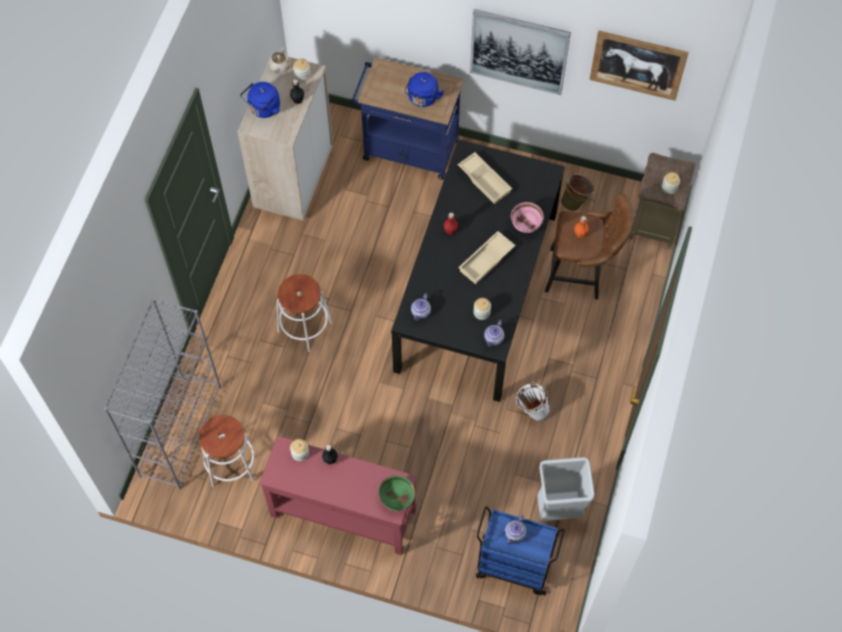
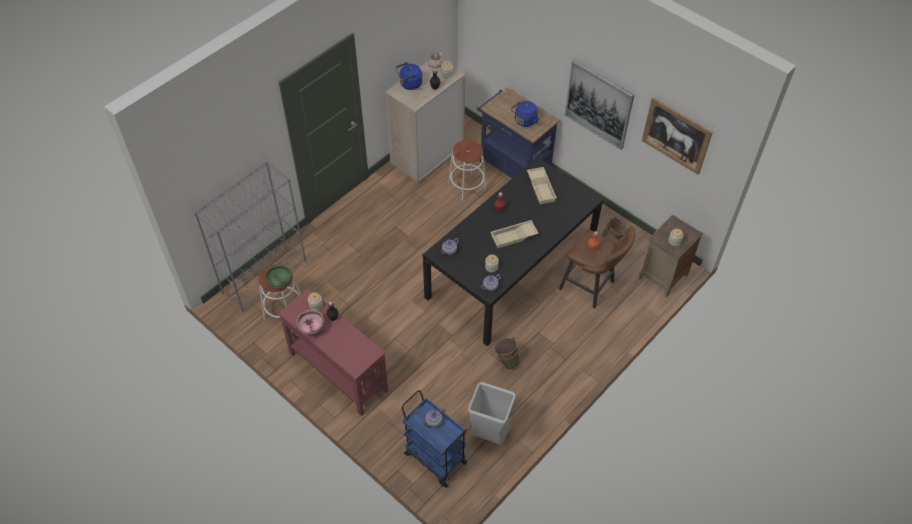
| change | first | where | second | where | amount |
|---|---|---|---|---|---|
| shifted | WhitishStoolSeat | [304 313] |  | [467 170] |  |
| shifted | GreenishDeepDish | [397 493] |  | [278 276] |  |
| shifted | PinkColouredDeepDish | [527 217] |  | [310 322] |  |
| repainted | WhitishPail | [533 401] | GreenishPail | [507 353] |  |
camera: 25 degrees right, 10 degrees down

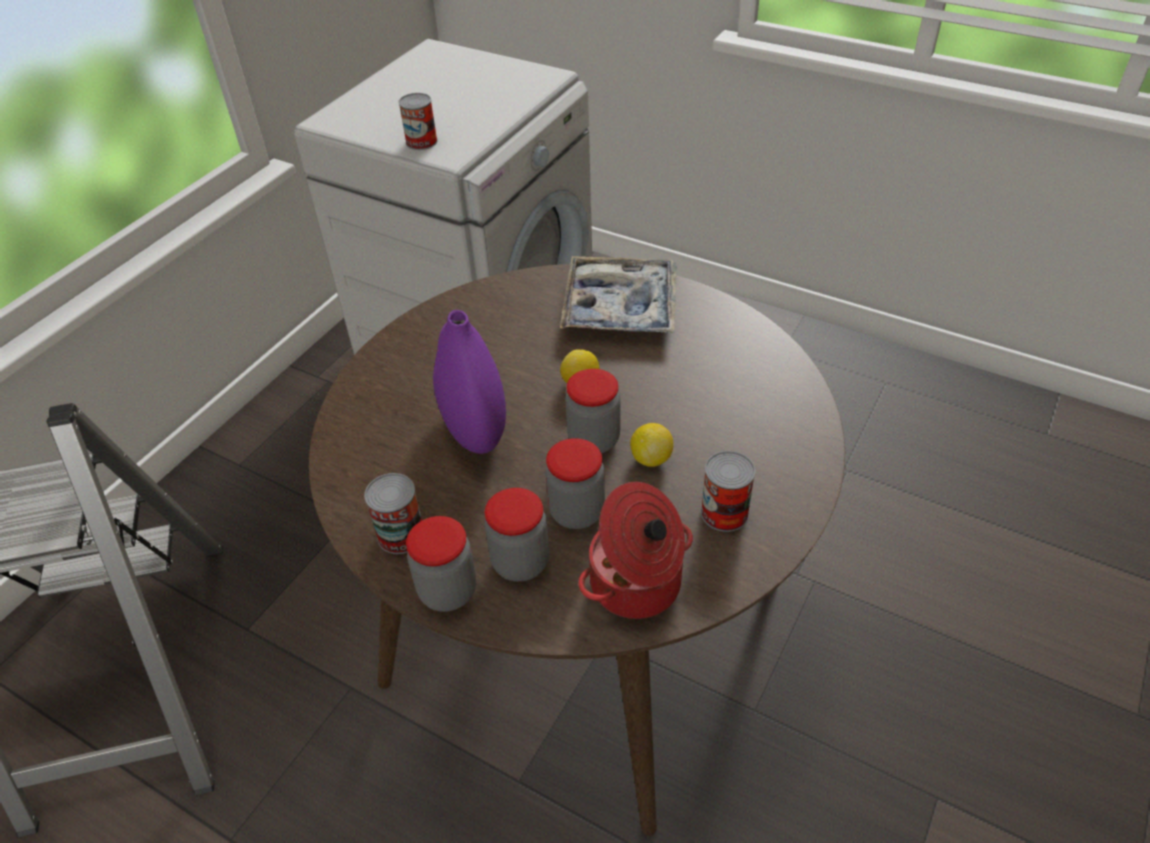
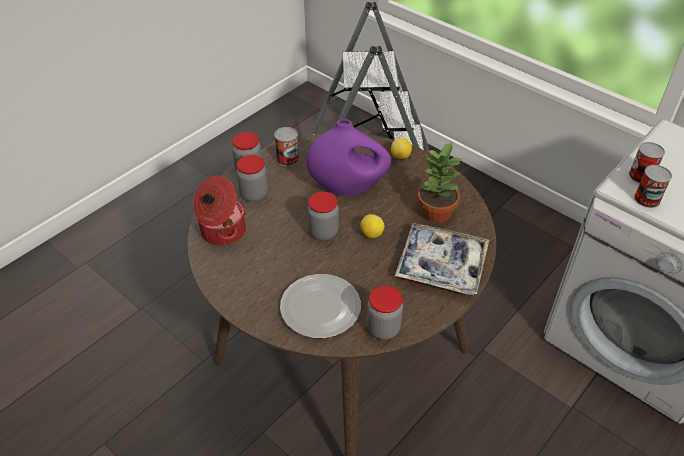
| change | first | where | second | where | amount |
|---|---|---|---|---|---|
| shifted | StorageJar | [575 483] |  | [385 313] |  |
| shifted | CitrusFruit | [651 445] |  | [401 148] |  |
| shifted | MetalCan | [728 491] |  | [653 186] |  |
| new |  |  | FlatDish | [320 306] |  |
| new |  |  | PottedPlant | [439 182] |  |
camera: 100 degrees right, 0 degrees up

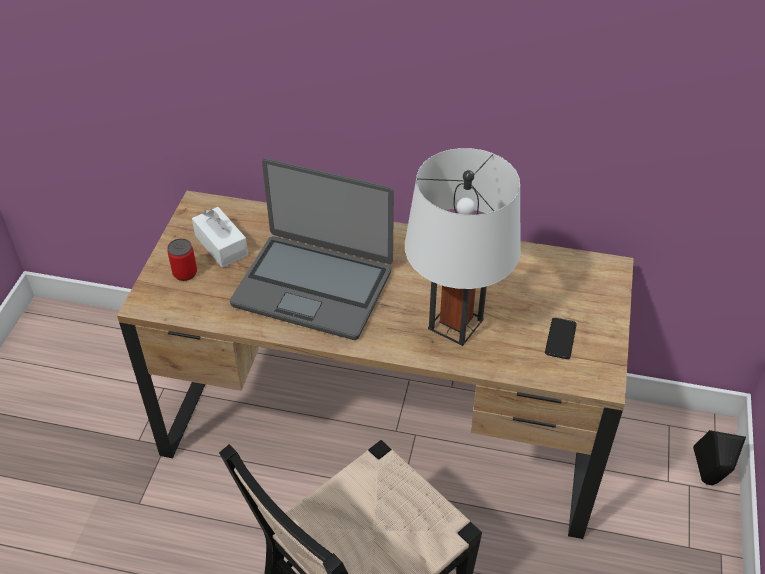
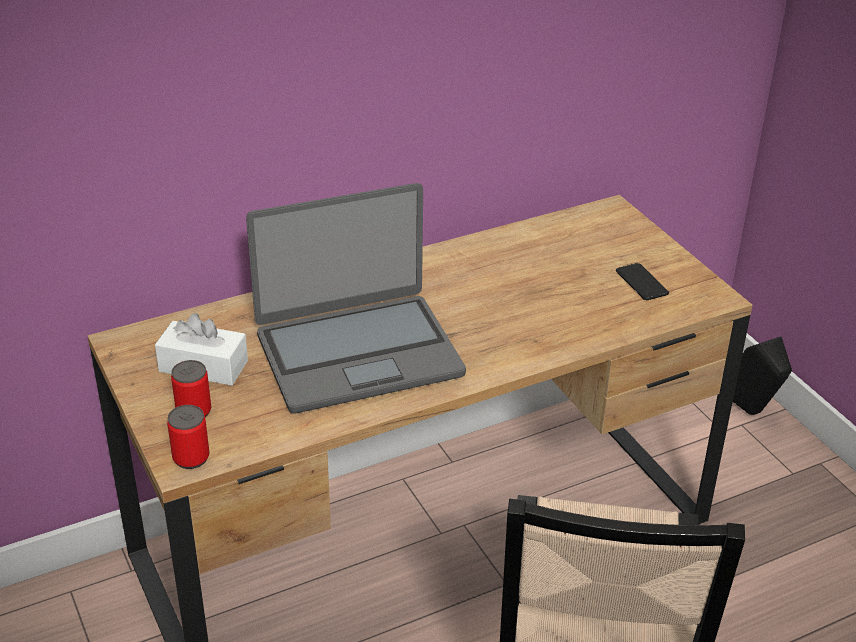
| change | first | where | second | where | amount |
|---|---|---|---|---|---|
| gone | WhitishLampForATable | [463 247] |  |  |  |
| new |  |  | MetalCan | [188 437] |  |
camera: 40 degrees left, 10 degrees down

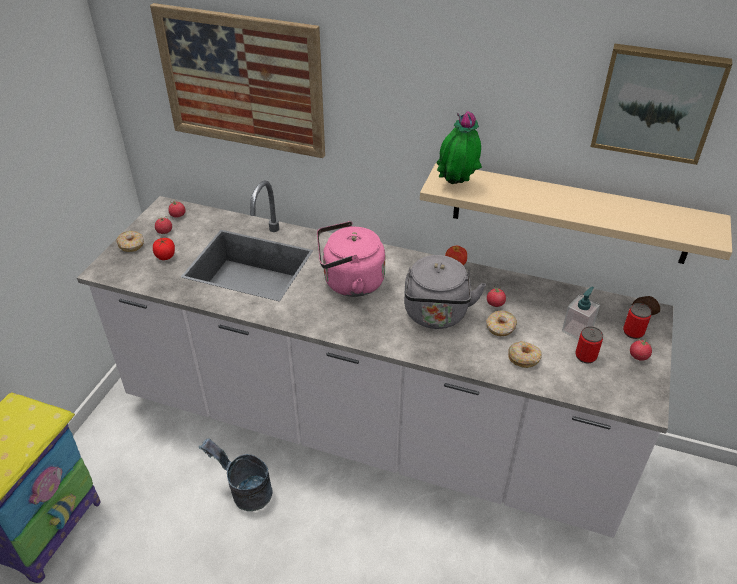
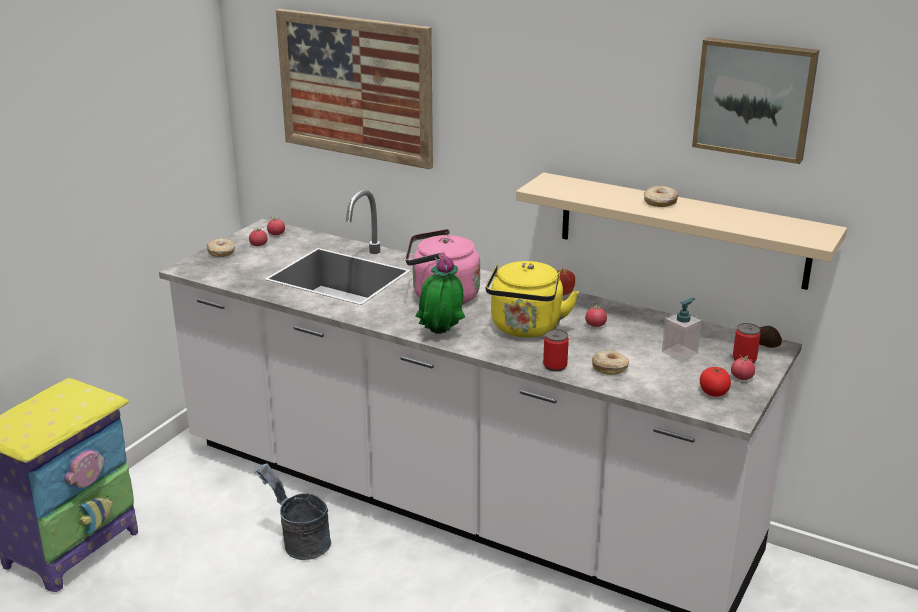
| change | first | where | second | where | amount |
|---|---|---|---|---|---|
| shifted | Tomato | [164 249] |  | [715 382] |  |
| repainted | GreyKettle | [445 292] | YellowKettle | [532 299] |  |
| shifted | PottedPlant | [459 147] |  | [440 295] |  |
| shifted | RingDoughnut | [501 323] |  | [661 196] |  |
| shifted | MetalCan | [589 344] |  | [556 350] |  |
camera: 10 degrees right, 15 degrees down

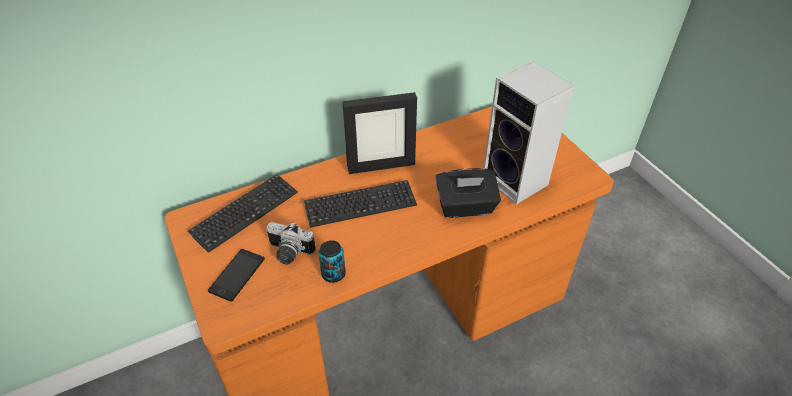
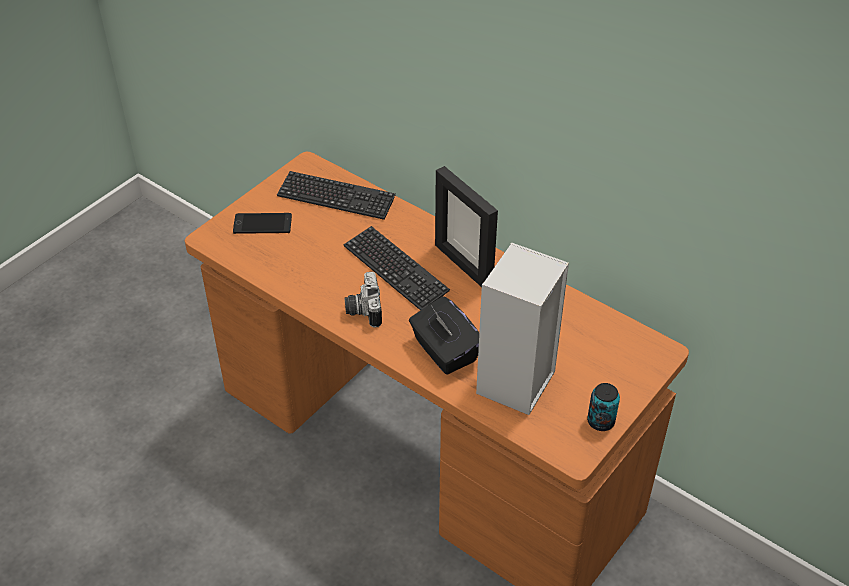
| change | first | where | second | where | amount |
|---|---|---|---|---|---|
| shifted | StillCamera | [290 243] |  | [363 300] |  |
| shifted | MetalCan | [332 261] |  | [603 407] |  |
camera: 65 degrees right, 0 degrees up

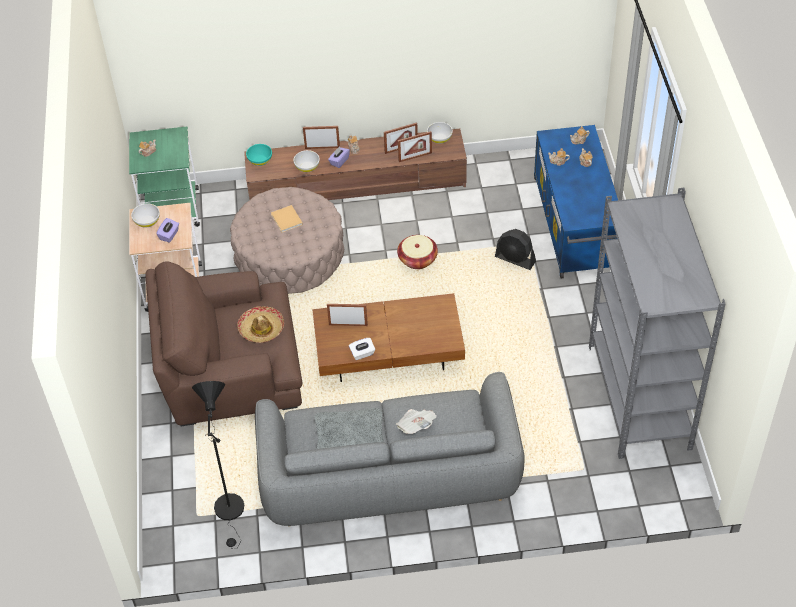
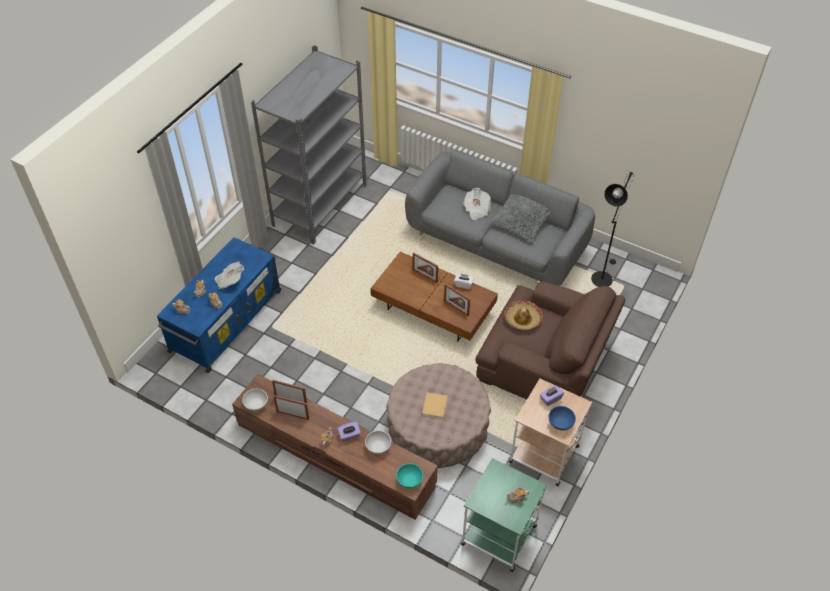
| change | first | where | second | where | amount |
|---|---|---|---|---|---|
| repainted | WhitishDeepDish | [145 215] | BlueColouredDeepDish | [562 418] |  |
| shifted | StandingFrame | [321 137] |  | [425 267] |  |
| gone | StorageBasket | [417 252] |  |  |  |
| gone | BlackElectricFan | [515 249] |  |  |  |
| new |  |  | Newspaper | [229 275] |  |
camera: 145 degrees left, 0 degrees up

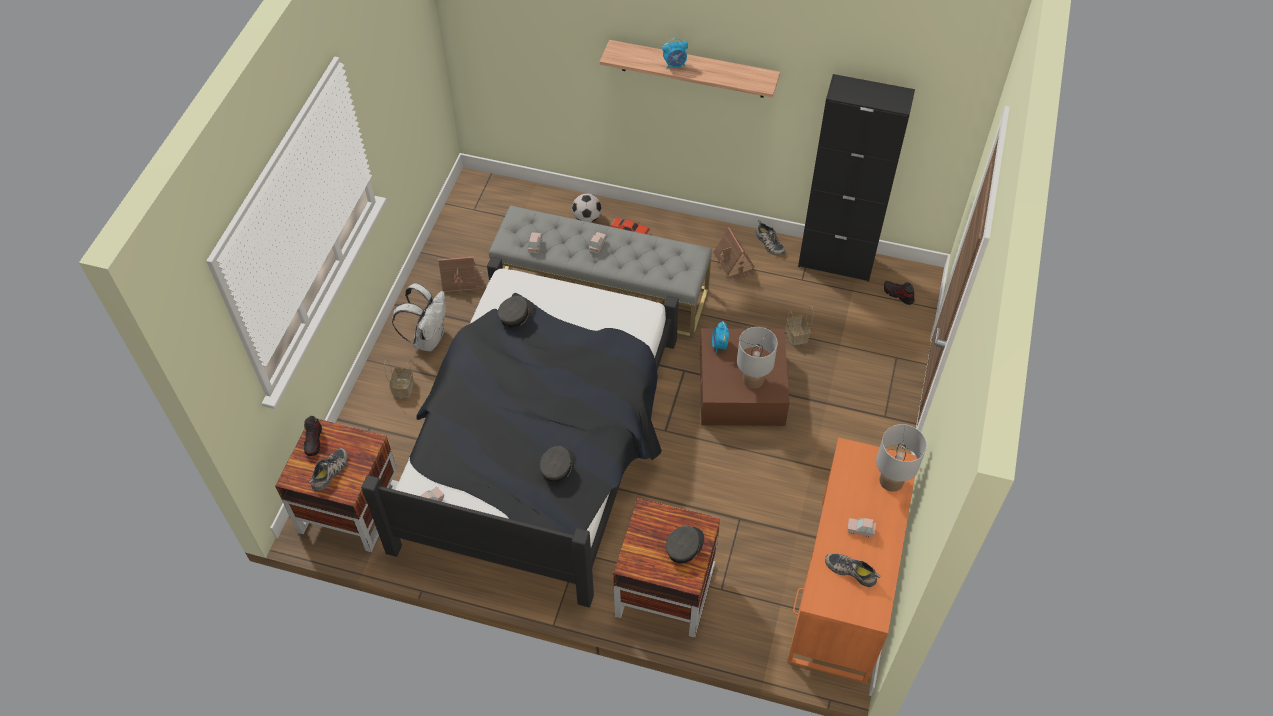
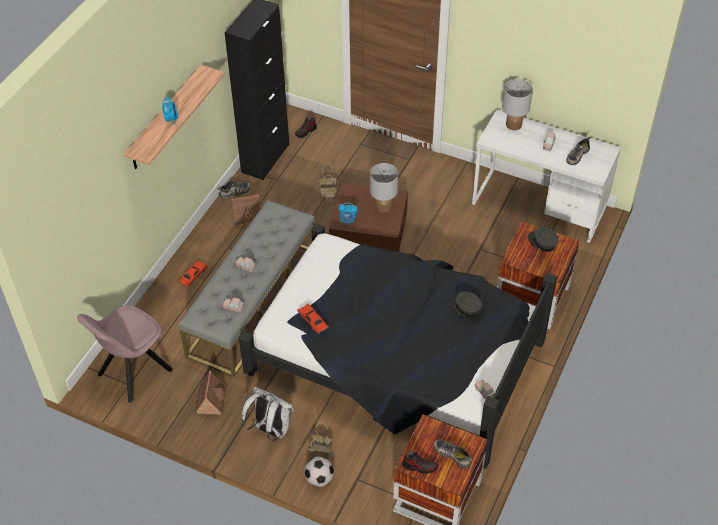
| change | first | where | second | where | amount |
|---|---|---|---|---|---|
| swapped | GreyPeakedCap | [516 312] | ReddishToyCar | [313 319] |  |
| shifted | Football | [587 208] |  | [319 472] |  |
| repainted | OrangeColouredDesk | [852 560] | WhitishDesk | [546 176] |  |
| new |  |  | PinkColouredChair | [124 354] |  |
camera: 80 degrees left, 5 degrees down

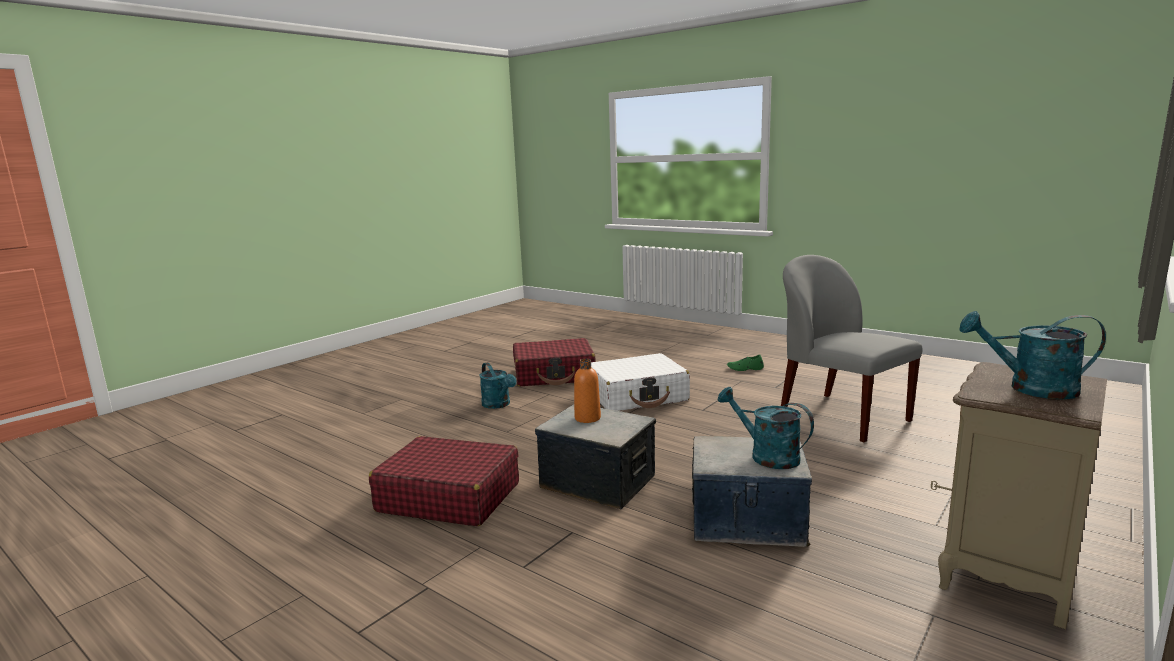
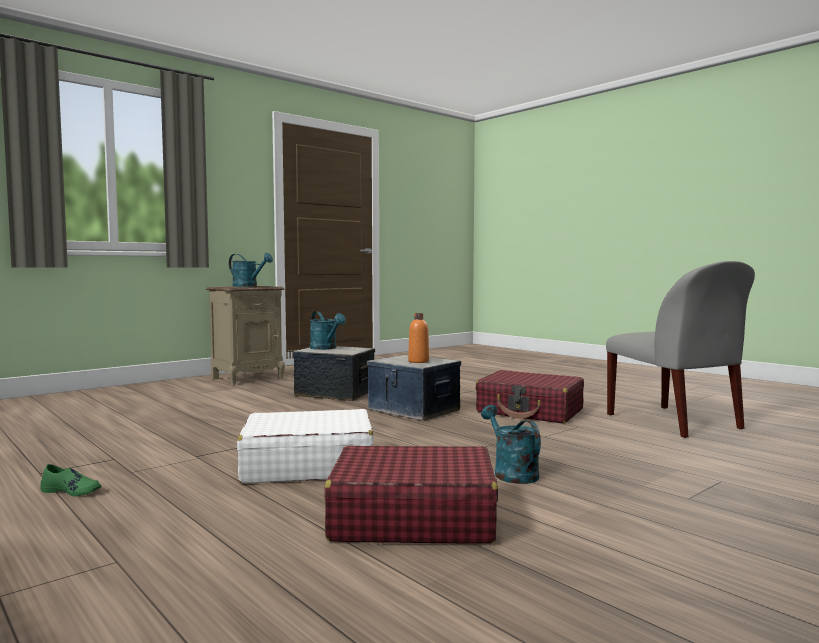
| change | first | where | second | where | amount |
|---|---|---|---|---|---|
| shifted | GreyChair | [852 348] |  | [680 349] |  |
camera: 170 degrees left, 10 degrees down

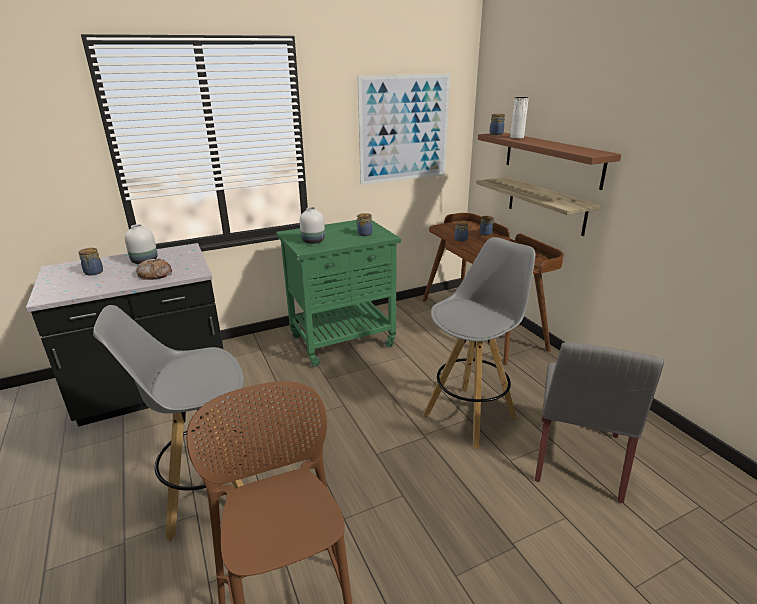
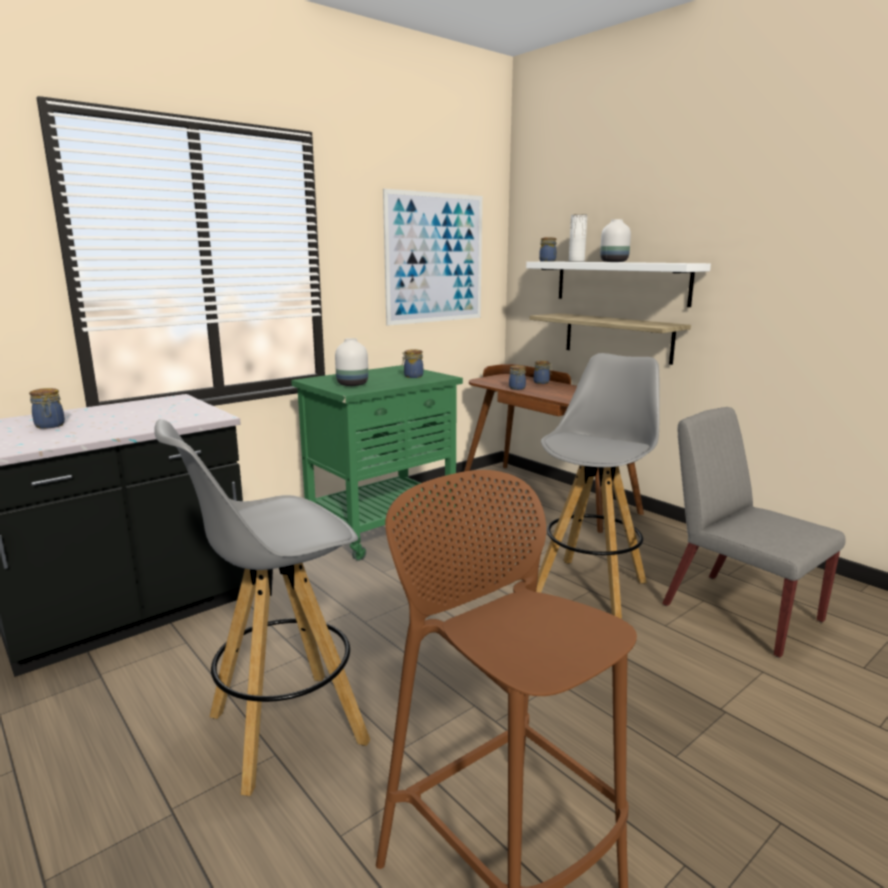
| change | first | where | second | where | amount |
|---|---|---|---|---|---|
| shifted | WhitishFlowerVase | [141 244] |  | [615 240] |  |
| gone | BakeryBread | [154 269] |  |  |  |
| repainted | BrownShelf | [549 161] | WhitishShelf | [618 284] |  |
| rotated | GreyChair | [599 422] |  | [754 532] | 135 degrees clockwise |
camera: 15 degrees left, 10 degrees down

